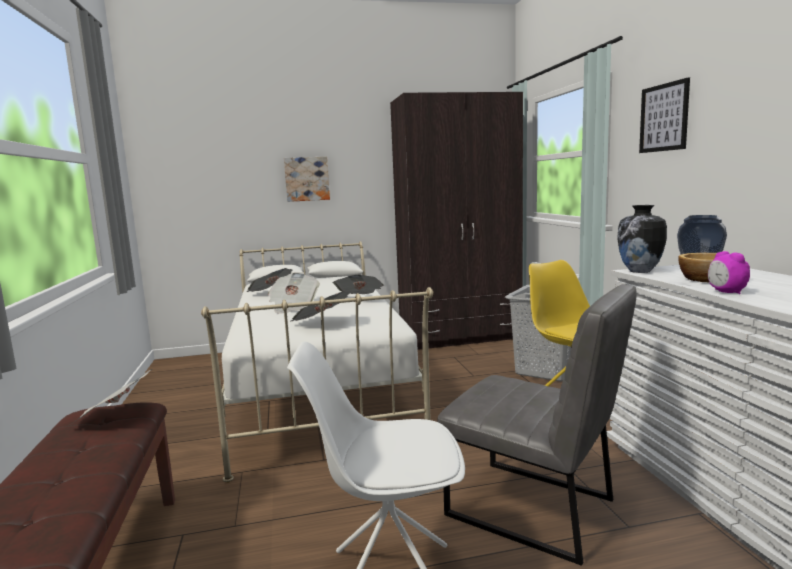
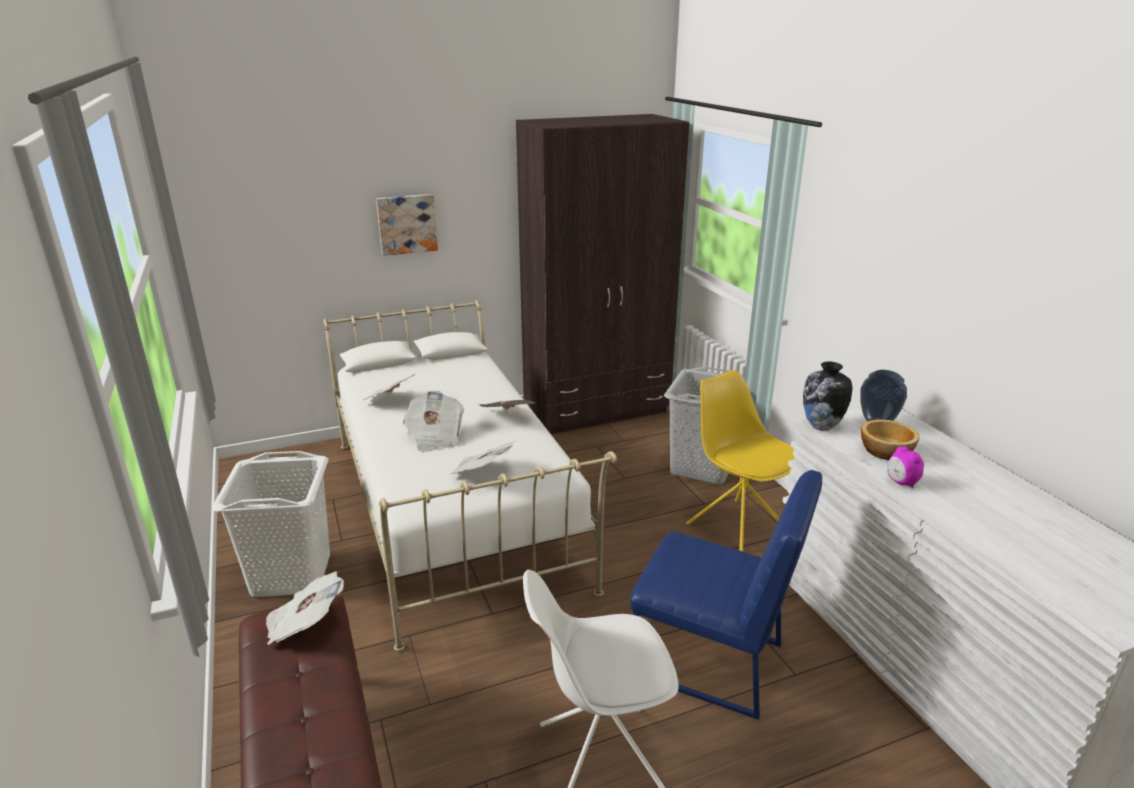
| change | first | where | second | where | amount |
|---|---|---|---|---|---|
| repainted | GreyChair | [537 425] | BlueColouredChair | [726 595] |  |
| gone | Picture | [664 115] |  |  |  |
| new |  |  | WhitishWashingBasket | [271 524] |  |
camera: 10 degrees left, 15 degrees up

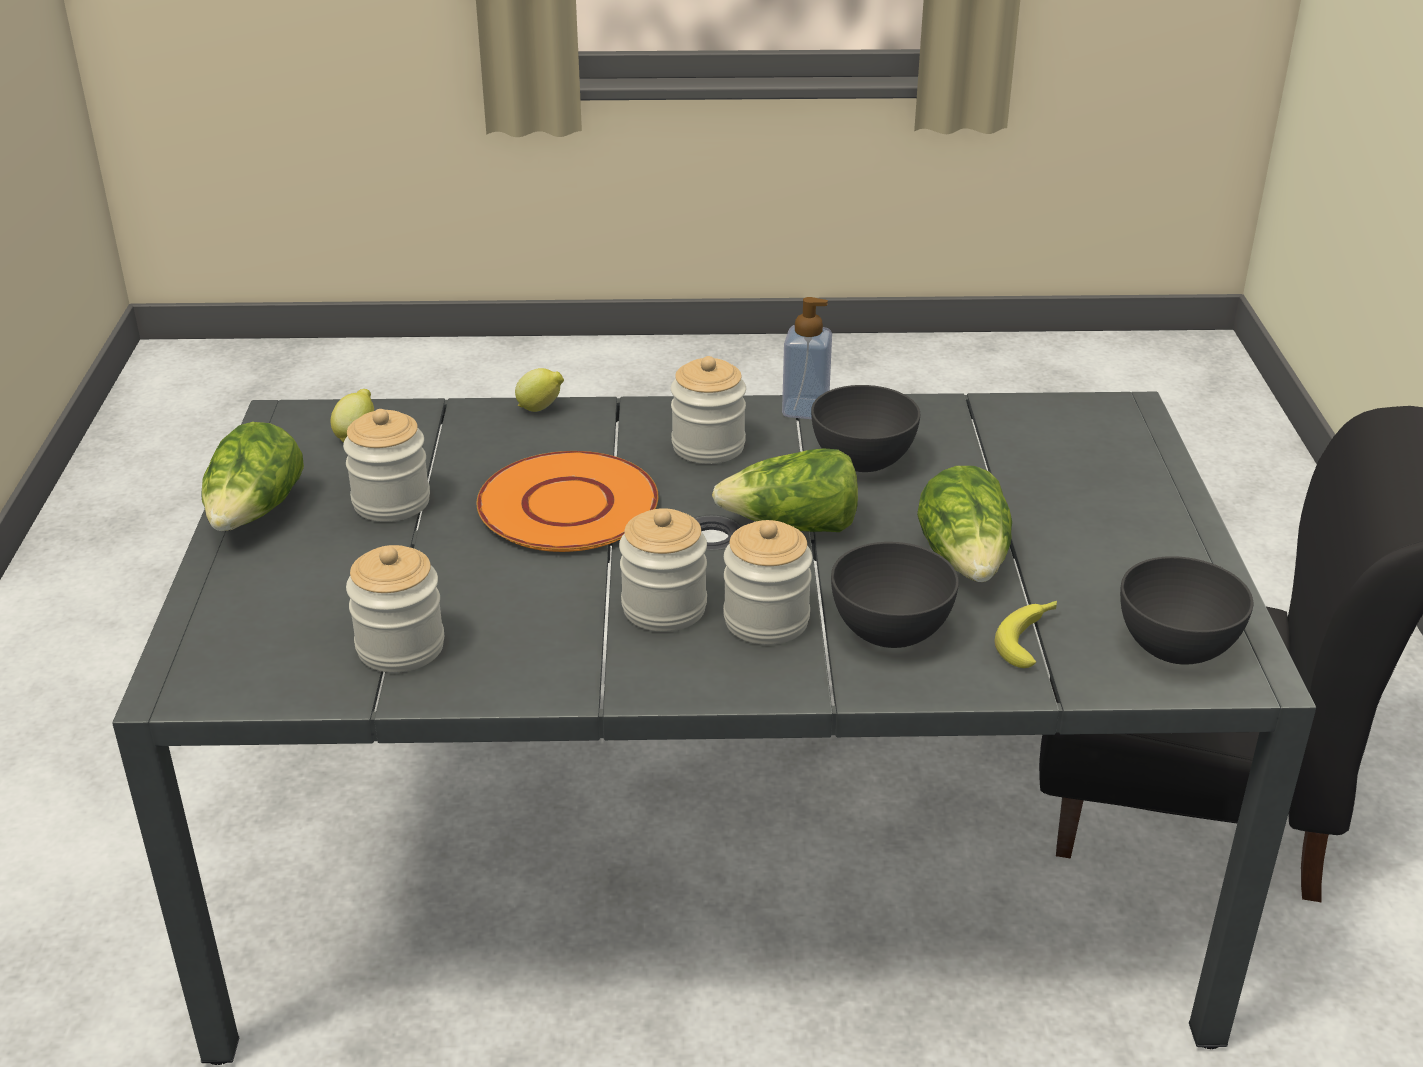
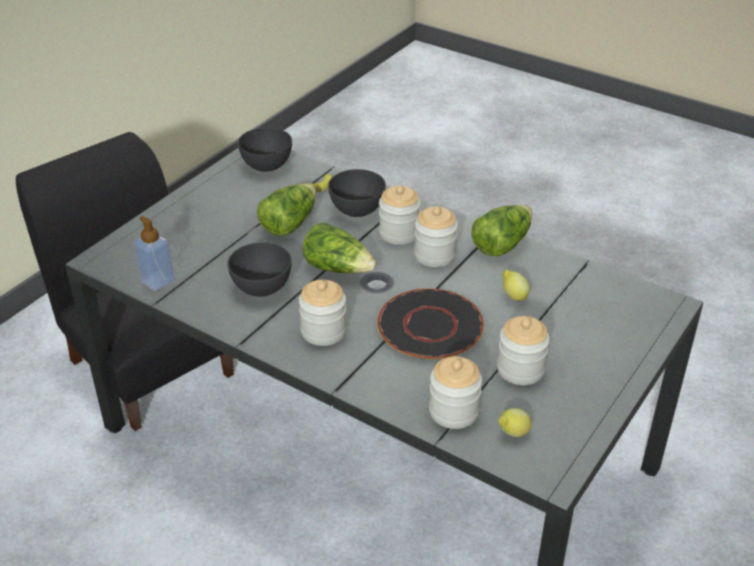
| change | first | where | second | where | amount |
|---|---|---|---|---|---|
| shifted | Lettuce | [252 476] |  | [501 230] |  |
| shifted | StorageJar | [395 609] |  | [455 392] |  |
| repainted | OrangeColouredFlatDish | [567 501] | BlackFlatDish | [430 323] |  |
| shifted | CitrusFruit | [539 390] |  | [516 285] |  |
| shifted | SoapBottle | [807 358] |  | [154 253] |  |
camera: 145 degrees left, 5 degrees up

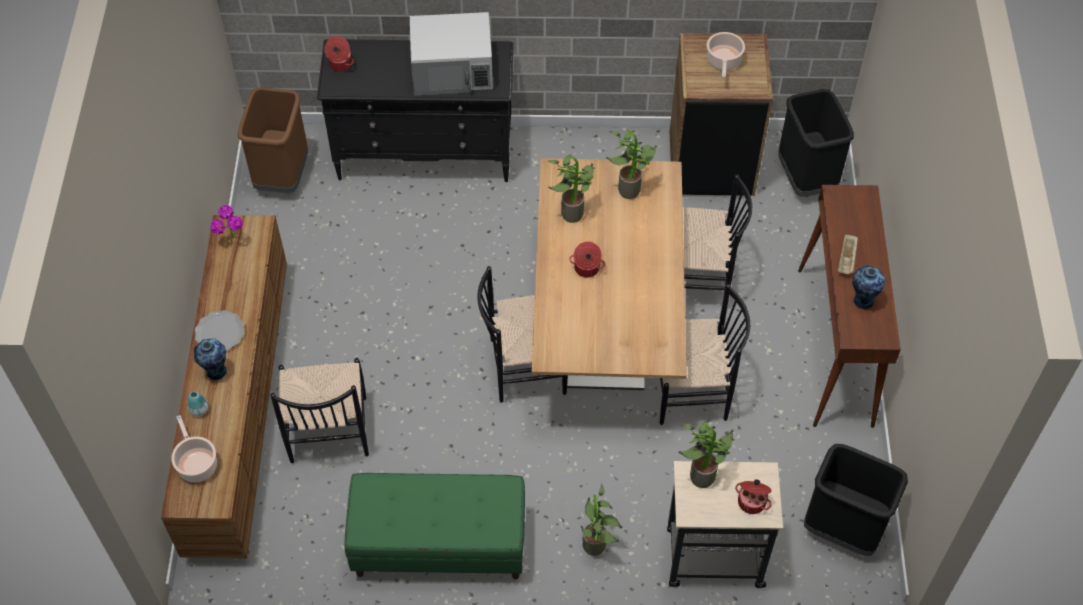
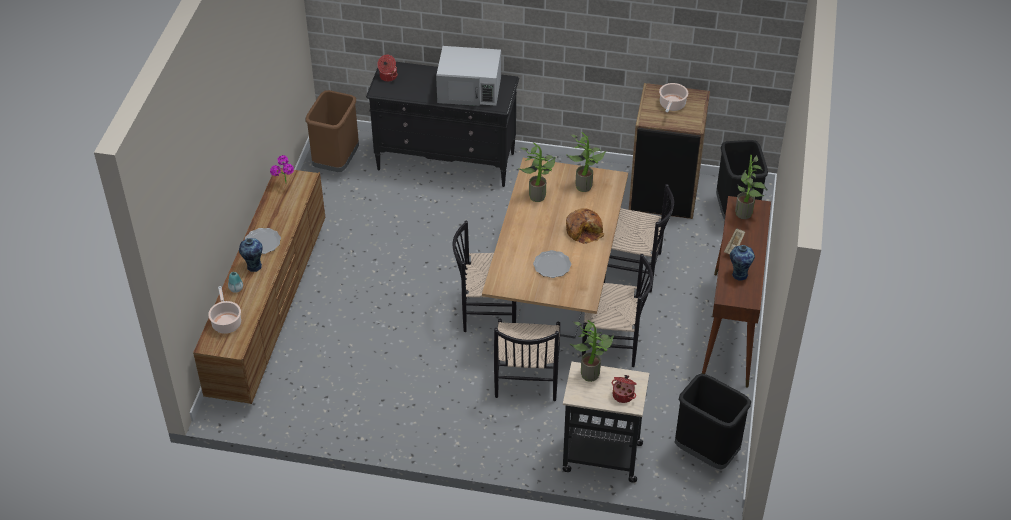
| change | first | where | second | where | amount |
|---|---|---|---|---|---|
| shifted | BlackChair | [319 410] |  | [527 360] |  |
| gone | GreenishLongSeat | [434 526] |  |  |  |
| gone | CookingPot | [587 260] |  |  |  |
| shifted | PottedPlant | [601 520] |  | [751 187] |  |
| new |  |  | FlatDish | [552 264] |  |
| new |  |  | BakeryBread | [585 226] |  |
camera: 10 degrees right, 10 degrees down

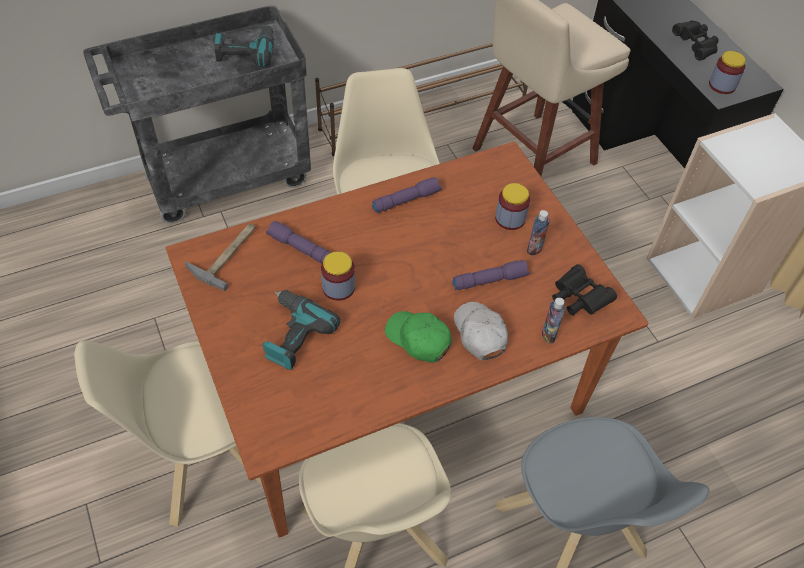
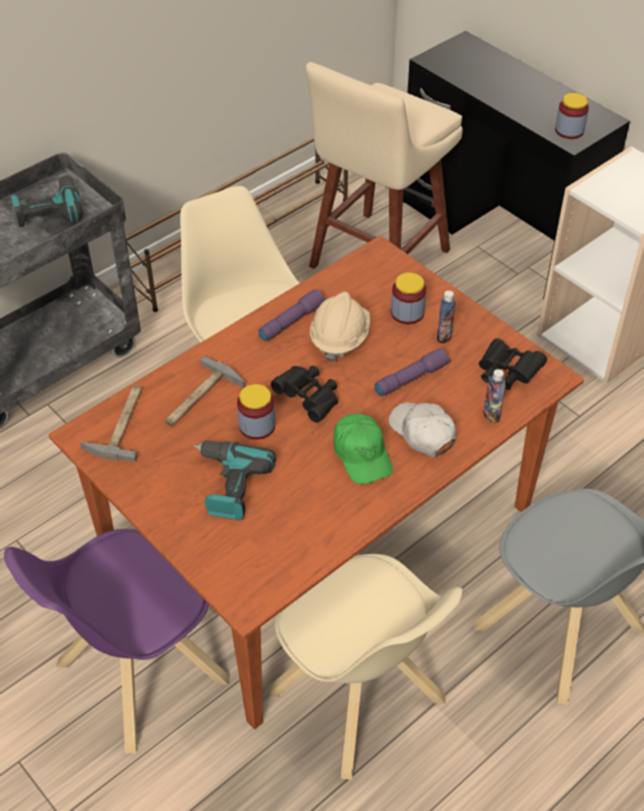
| change | first | where | second | where | amount |
|---|---|---|---|---|---|
| repainted | BeigeChair | [168 433] | PurpleChair | [117 641] |  |
| swapped | PurpleTorch | [299 242] | HandHammer | [205 391] |  |
| rotated | GreenishPeakedCap | [418 337] |  | [363 448] | 135 degrees counterclockwise |
| shifted | BlackBinoculars | [695 40] |  | [304 394] |  |
| new |  |  | BeigeHardHat | [340 327] |  |
camera: 15 degrees left, 5 degrees down

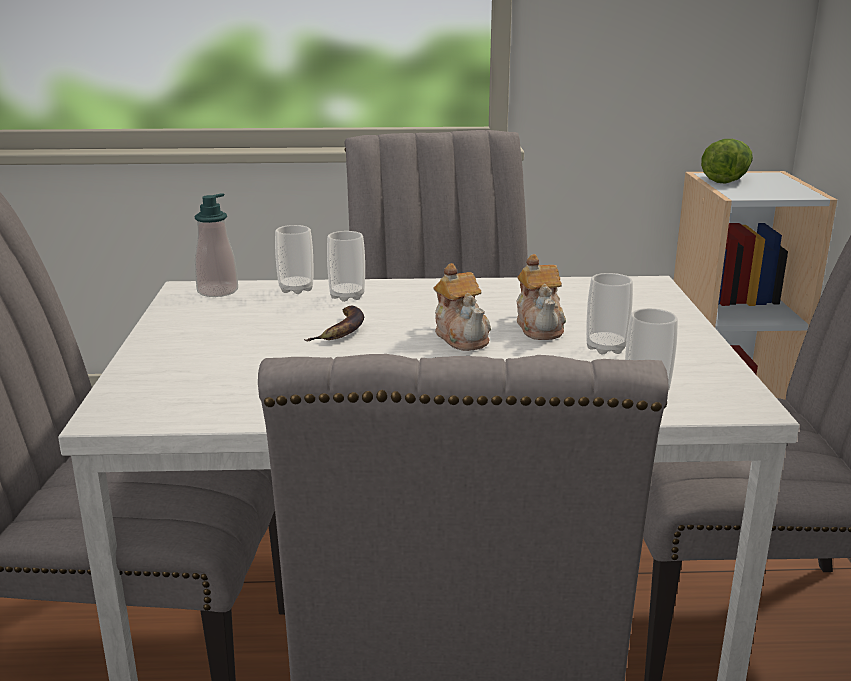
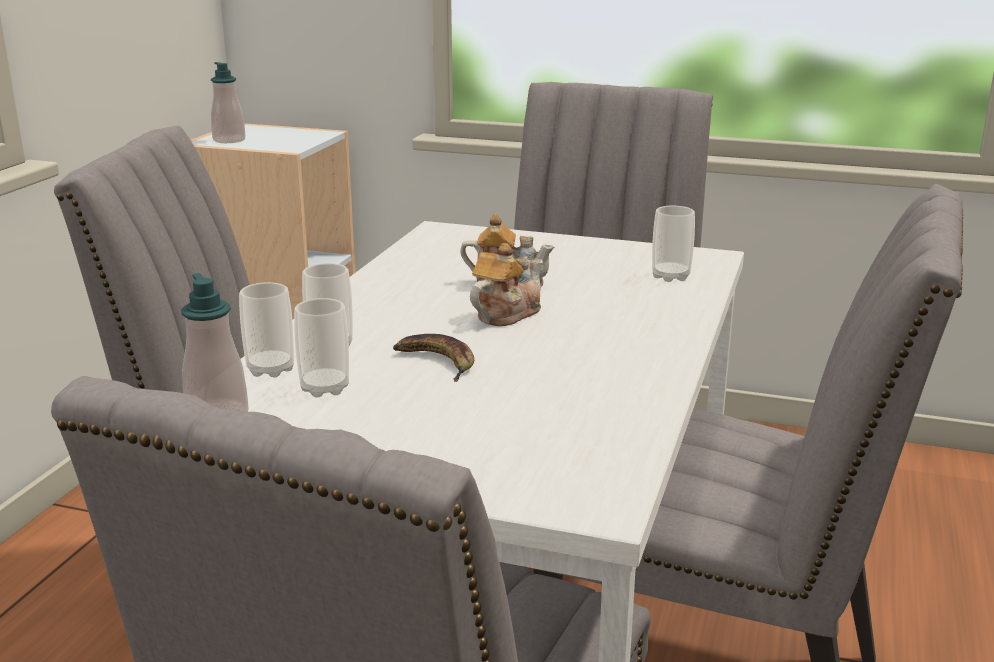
| change | first | where | second | where | amount |
|---|---|---|---|---|---|
| rotated | Teapot | [462 307] |  | [506 284] | 45 degrees counterclockwise |
| shifted | DrinkingCup | [609 314] |  | [321 348] |  |
| swapped | Lettuce | [727 161] | SoapBottle | [228 102] |  |
camera: 70 degrees left, 0 degrees up

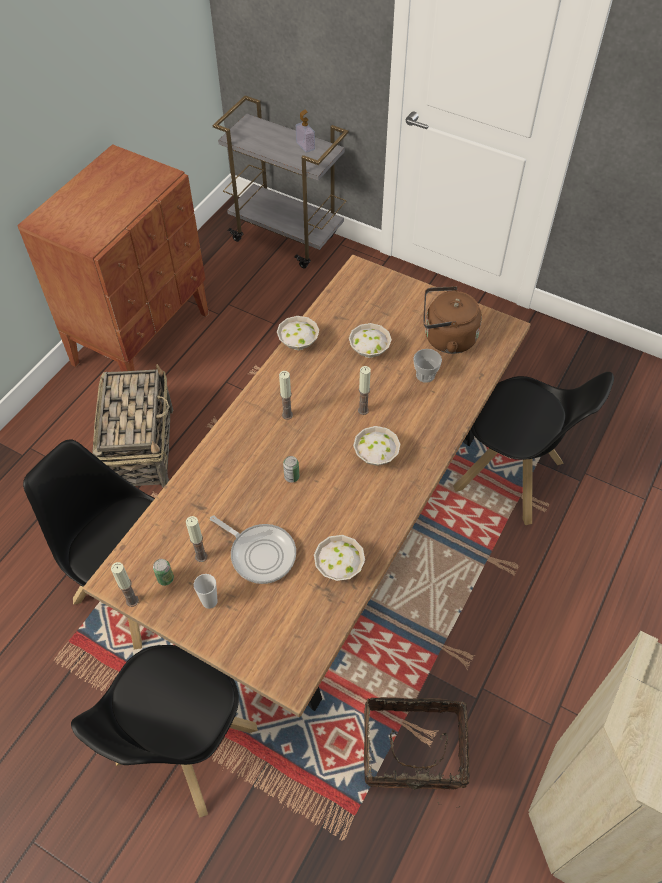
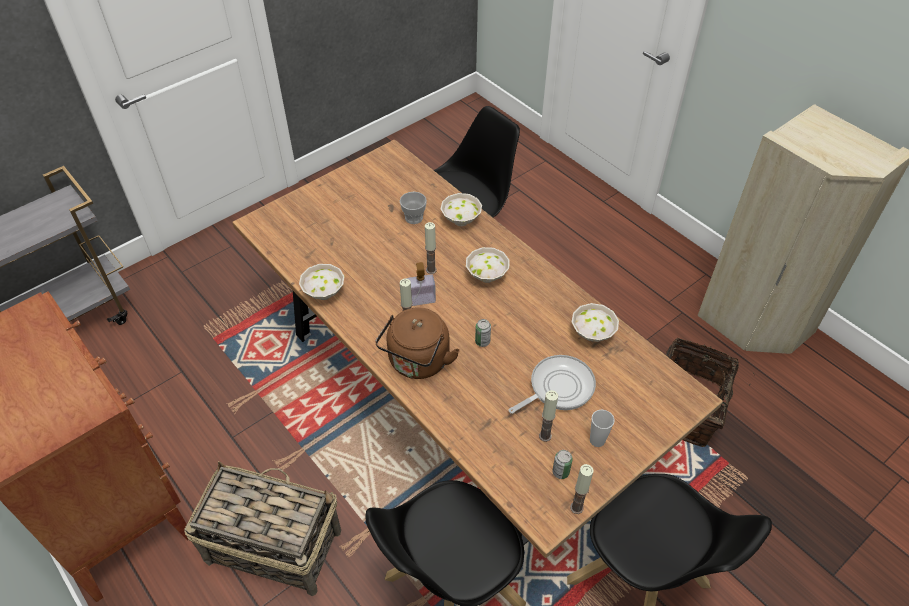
| change | first | where | second | where | amount |
|---|---|---|---|---|---|
| shifted | SoapBottle | [305 131] |  | [421 284] |  |
| shifted | WhitishDeepDish | [370 340] |  | [461 209] |  |
| shifted | BrownKettle | [452 320] |  | [417 343] |  |
camera: 70 degrees left, 5 degrees down

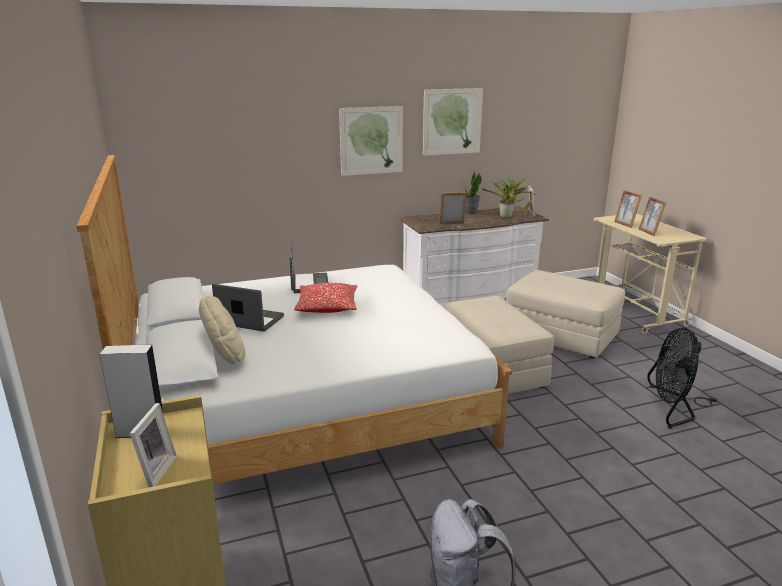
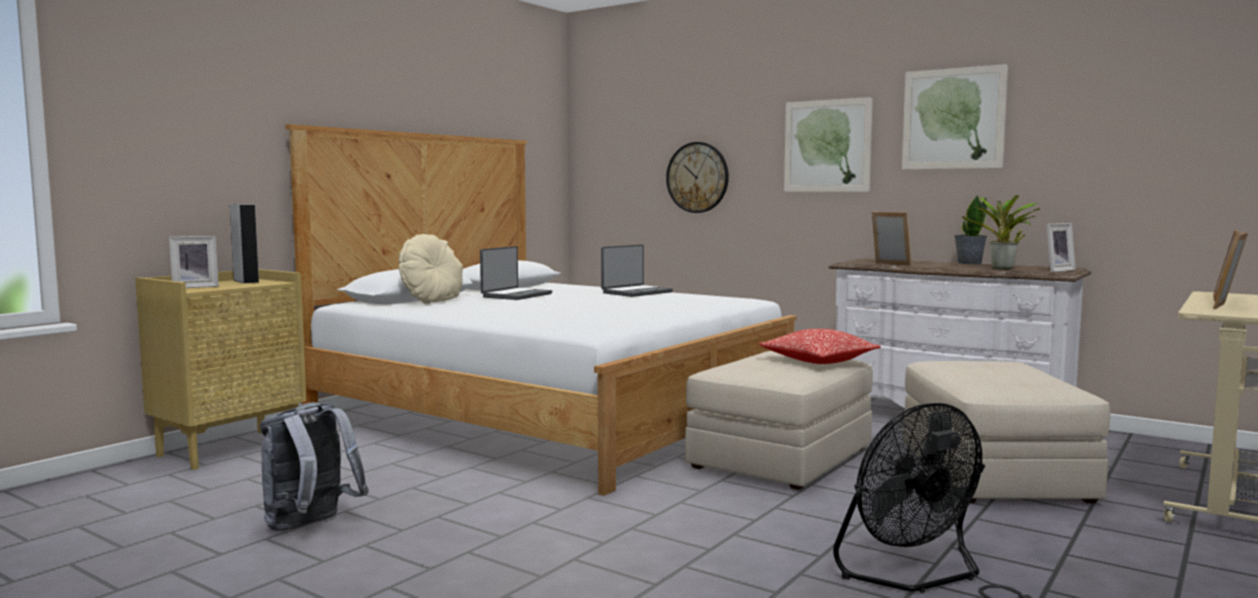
| change | first | where | second | where | amount |
|---|---|---|---|---|---|
| rotated | NotebookComputer | [248 308] |  | [516 273] | 45 degrees clockwise |
| shifted | Cushion | [325 298] |  | [819 346] |  |
| new |  |  | ClockOnTheWall | [697 177] |  |
camera: 55 degrees right, 15 degrees down

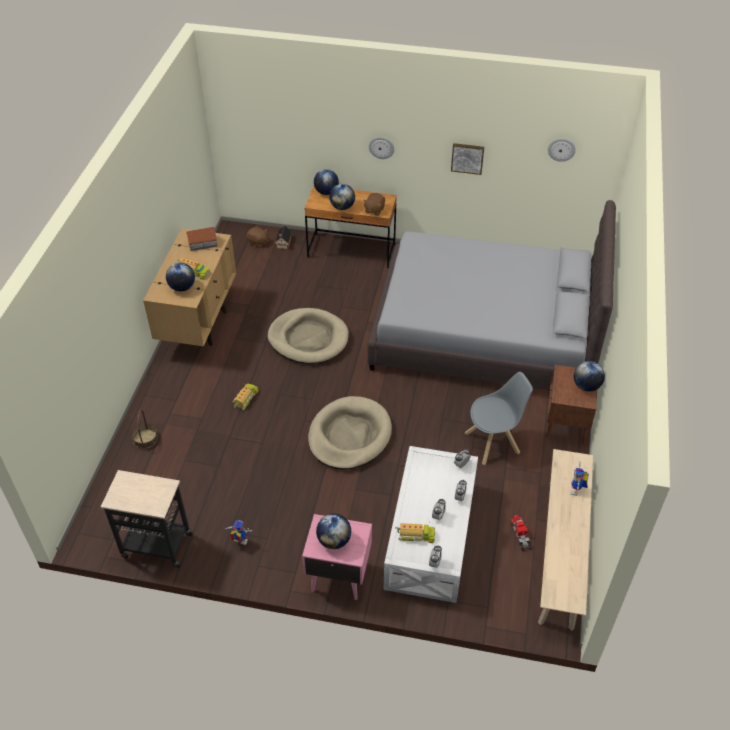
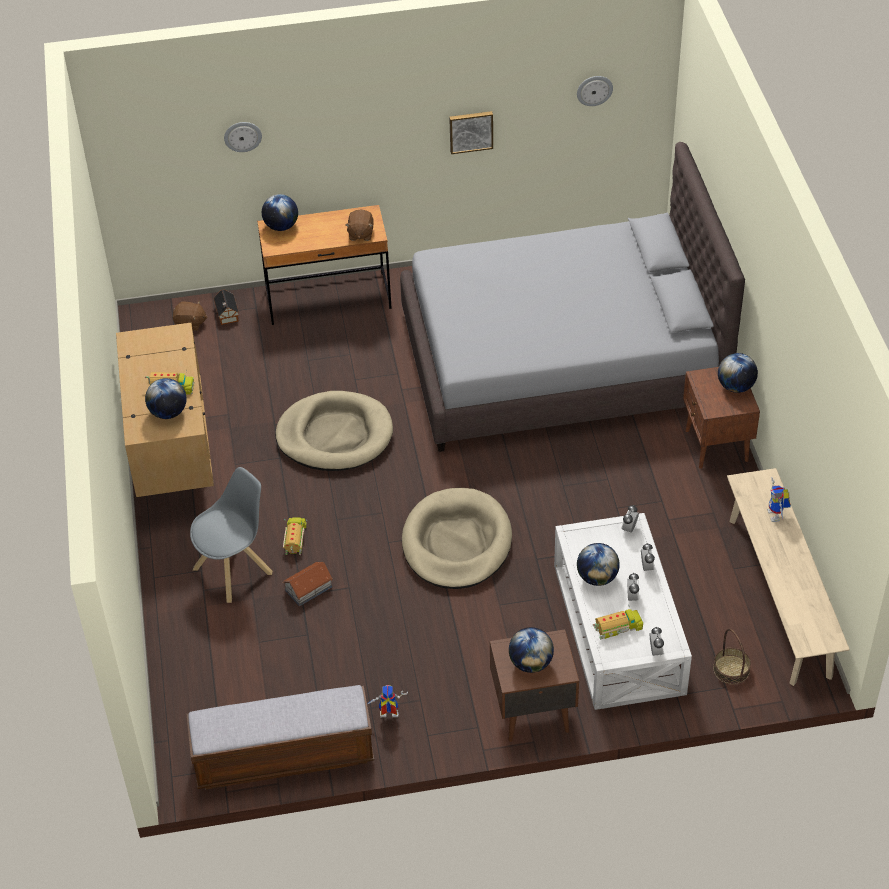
| change | first | where | second | where | amount |
|---|---|---|---|---|---|
| swapped | Trolley | [147 519] | LongSeat | [280 737] |  |
| shifted | StorageBasket | [144 429] |  | [732 656] |  |
| shifted | ModelHouse | [201 239] |  | [307 584] |  |
| repainted | PinkColouredNightstand | [337 557] | BrownNightstand | [534 685] |  |
| shifted | WorldGlobe | [342 197] |  | [598 564] |  |
| shifted | ClockOnTheWall | [381 148] |  | [243 137] |  |
| shifted | GreyChair | [499 418] |  | [231 535] |  |
| gone | ModelTruck | [521 533] |  |  |  |
camera: 20 degrees left, 0 degrees up

